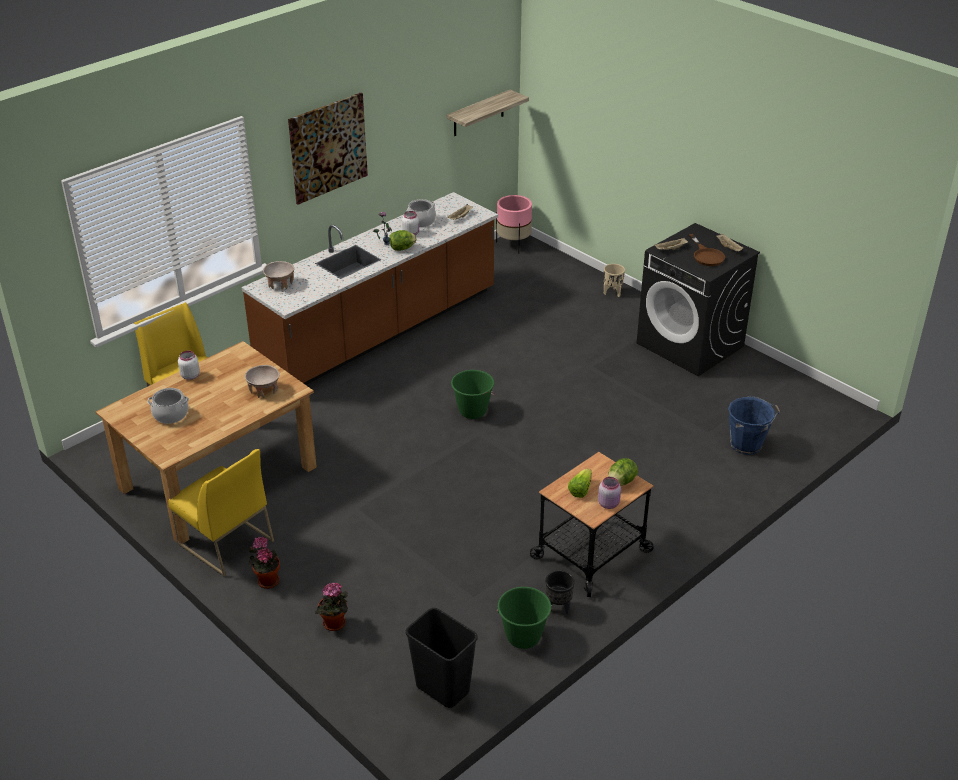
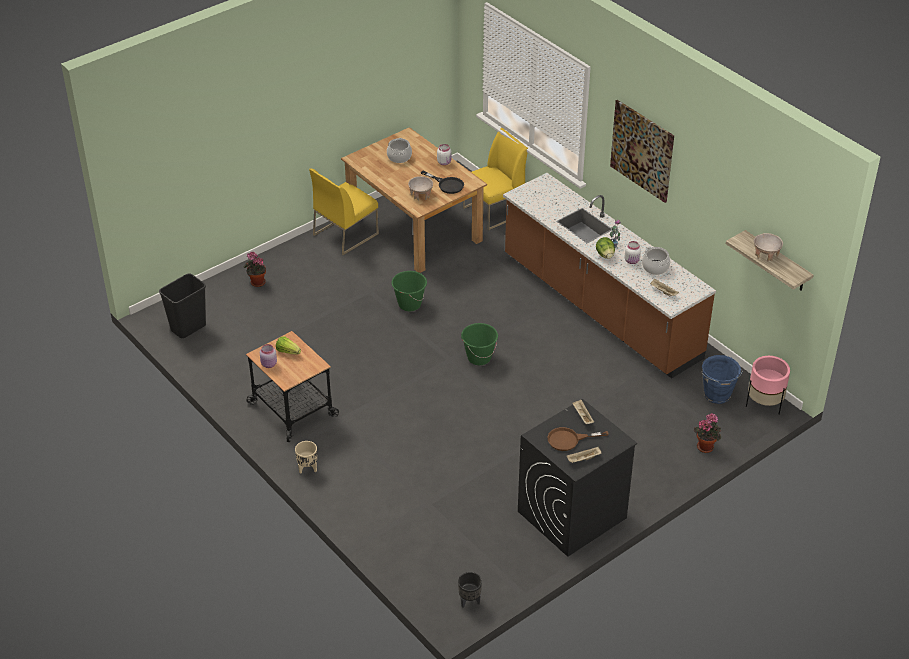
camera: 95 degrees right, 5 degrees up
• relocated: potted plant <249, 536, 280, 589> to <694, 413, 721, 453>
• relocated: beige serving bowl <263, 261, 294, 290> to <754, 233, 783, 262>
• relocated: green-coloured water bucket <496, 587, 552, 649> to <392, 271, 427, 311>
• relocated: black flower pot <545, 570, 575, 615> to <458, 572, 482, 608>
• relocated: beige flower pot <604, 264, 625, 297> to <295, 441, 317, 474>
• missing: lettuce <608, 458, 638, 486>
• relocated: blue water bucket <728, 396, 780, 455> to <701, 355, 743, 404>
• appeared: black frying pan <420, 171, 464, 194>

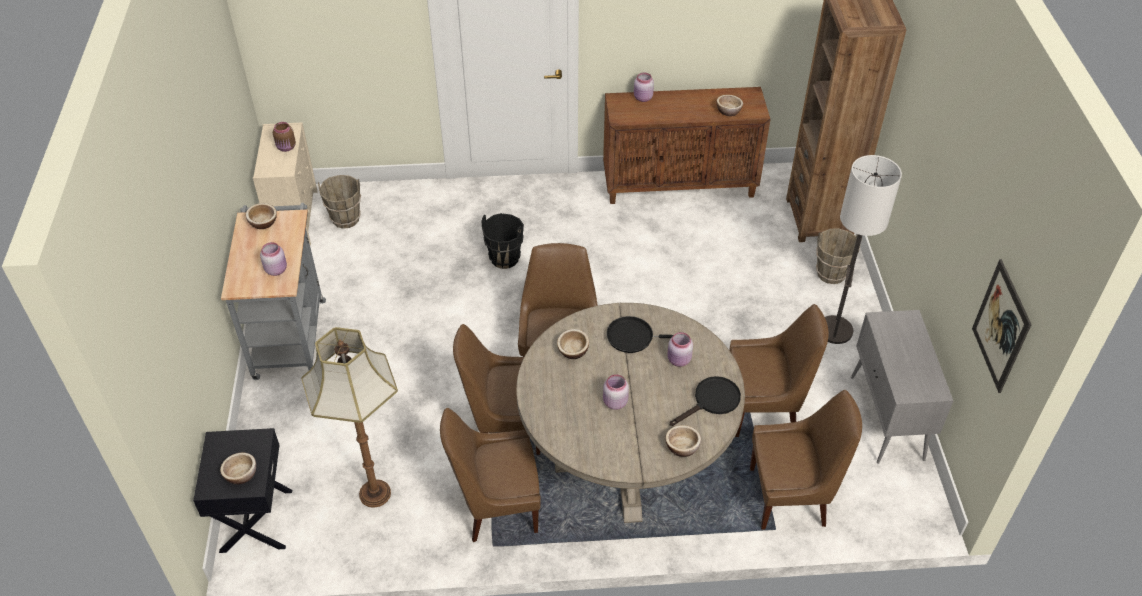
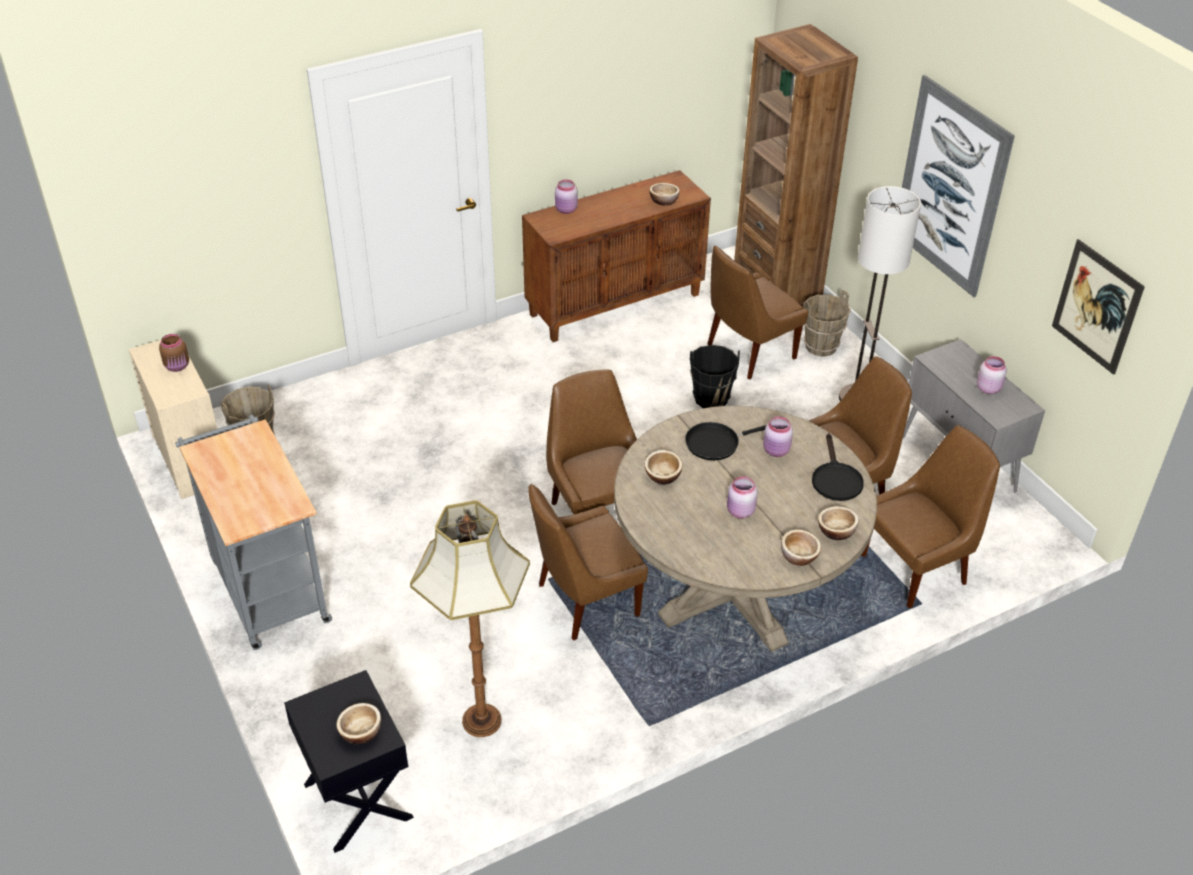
camera: 25 degrees left, 5 degrees down
• relocated: serving bowl <246, 203, 277, 229> to <781, 529, 821, 566>
• relocated: pink storage jar <260, 242, 287, 276> to <977, 356, 1007, 394>
• relocated: brownish upright chair <440, 408, 541, 542> to <708, 245, 809, 379>
• relocated: black water bucket <481, 213, 524, 269> to <690, 345, 740, 408>
• spun: black frying pan <670, 376, 741, 426> = <812, 433, 864, 501> 150 degrees clockwise
• appeared: picture <902, 75, 1015, 297>

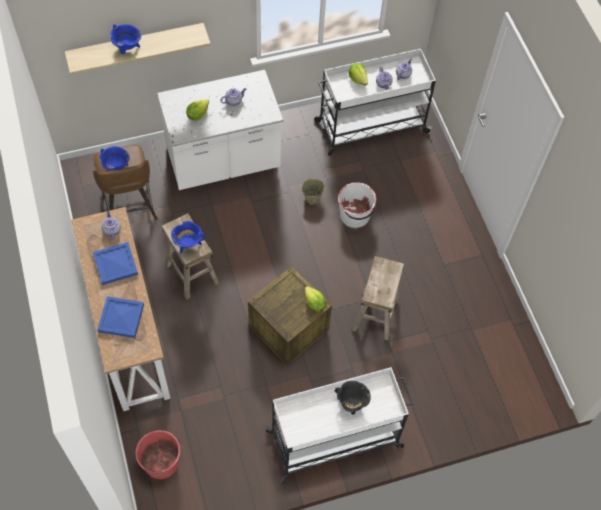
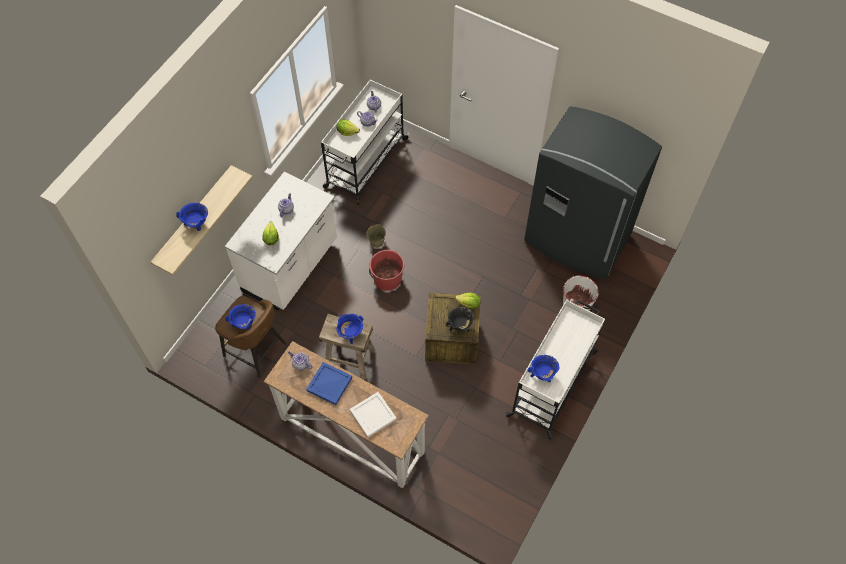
camera: 40 degrees left, 0 degrees up
• colour: blue carrying tray <97, 296, 144, 338> to white-coloured carrying tray <350, 392, 397, 437>
• relocated: red water bucket <134, 430, 182, 479> to <369, 250, 404, 291>
• relocated: black cooking pot <335, 381, 371, 415> to <446, 307, 475, 332>
• relocated: white-coloured water bucket <338, 182, 376, 228> to <563, 275, 598, 311>
• missing: beige stool <352, 256, 404, 340>
• appeared: grey refrigerator <524, 106, 662, 279>
• appeared: blue cooking pot <528, 355, 559, 382>

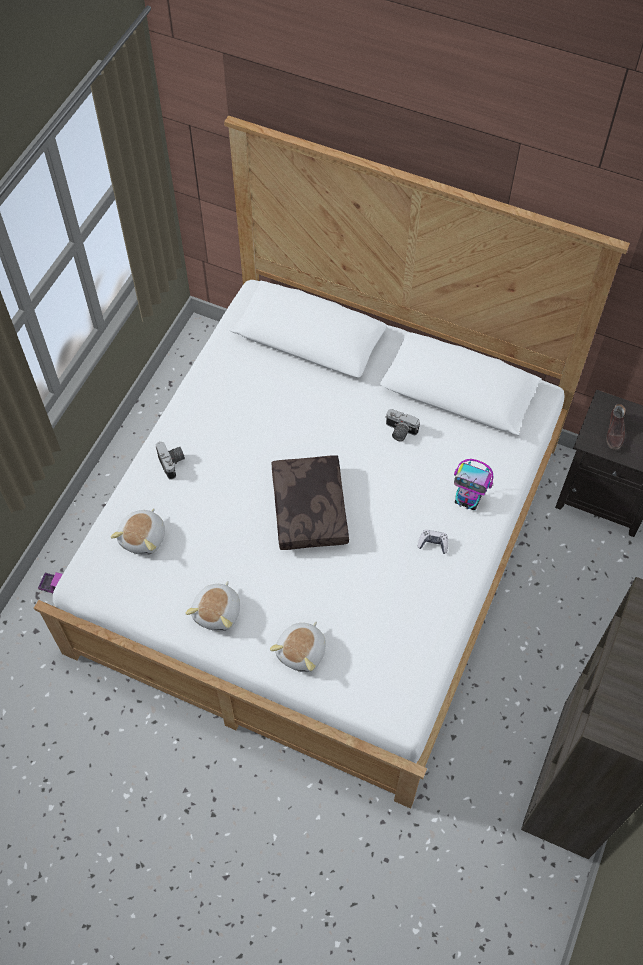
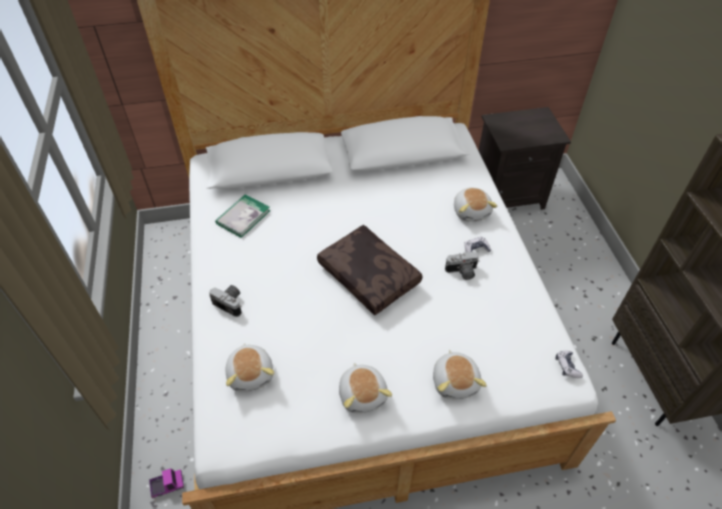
camera: 35 degrees left, 10 degrees down
• relocated: still camera <385, 409, 420, 442> to <445, 251, 479, 280>
• exchanged: model robot <454, 459, 493, 510> to soft toy <454, 188, 498, 222>
• missing: brownish shoe <606, 404, 626, 450>
• appeared: volume <215, 194, 270, 238>
• appeared: joypad <556, 350, 583, 378>

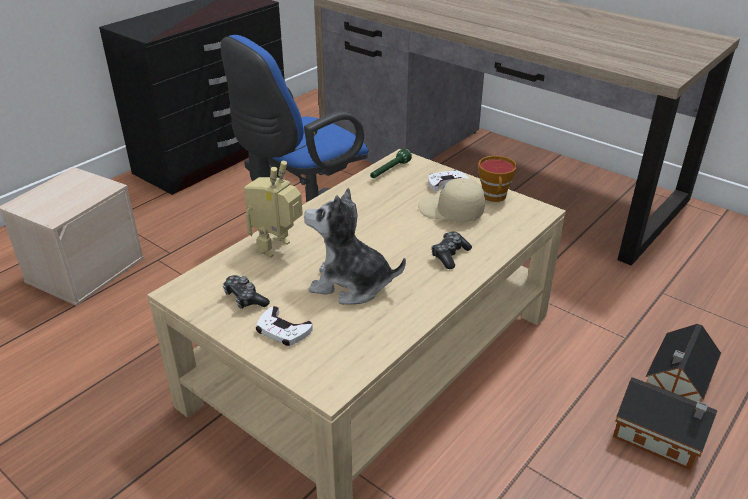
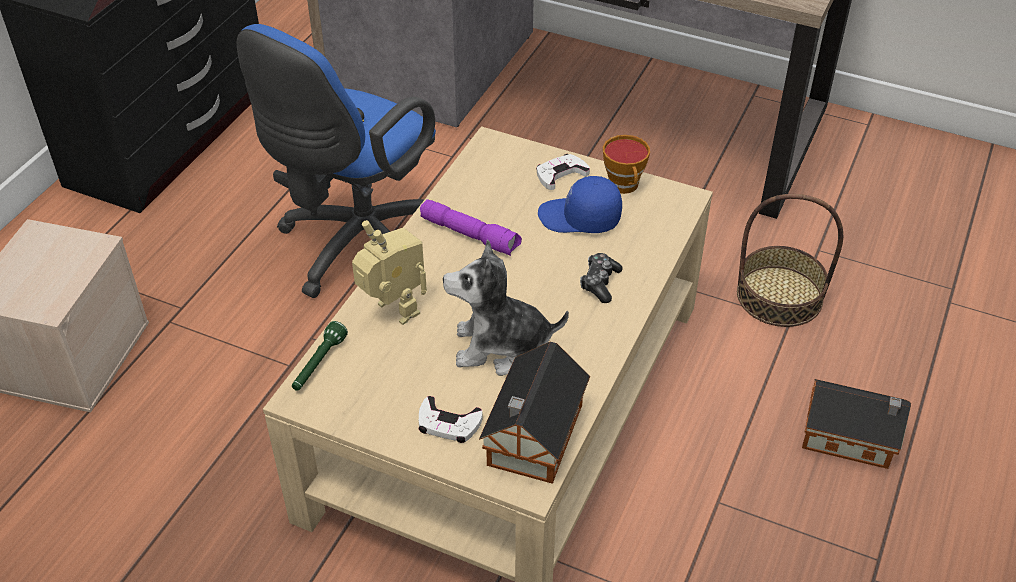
camera: 15 degrees left, 10 degrees up
• missing: joypad <223, 275, 270, 309>
• spun: model robot <244, 161, 303, 258> = <352, 220, 427, 325> 120 degrees clockwise
• relocated: green-coloured flashlight <370, 149, 412, 178> to <292, 321, 348, 391>
• colour: beige cap <418, 178, 485, 222> to blue cap <538, 176, 622, 233>
• relocated: miniature house <645, 324, 721, 402> to <479, 342, 590, 484>
• appeared: purple-coloured flashlight <420, 199, 522, 256>
• appeared: storage basket <737, 194, 843, 327>

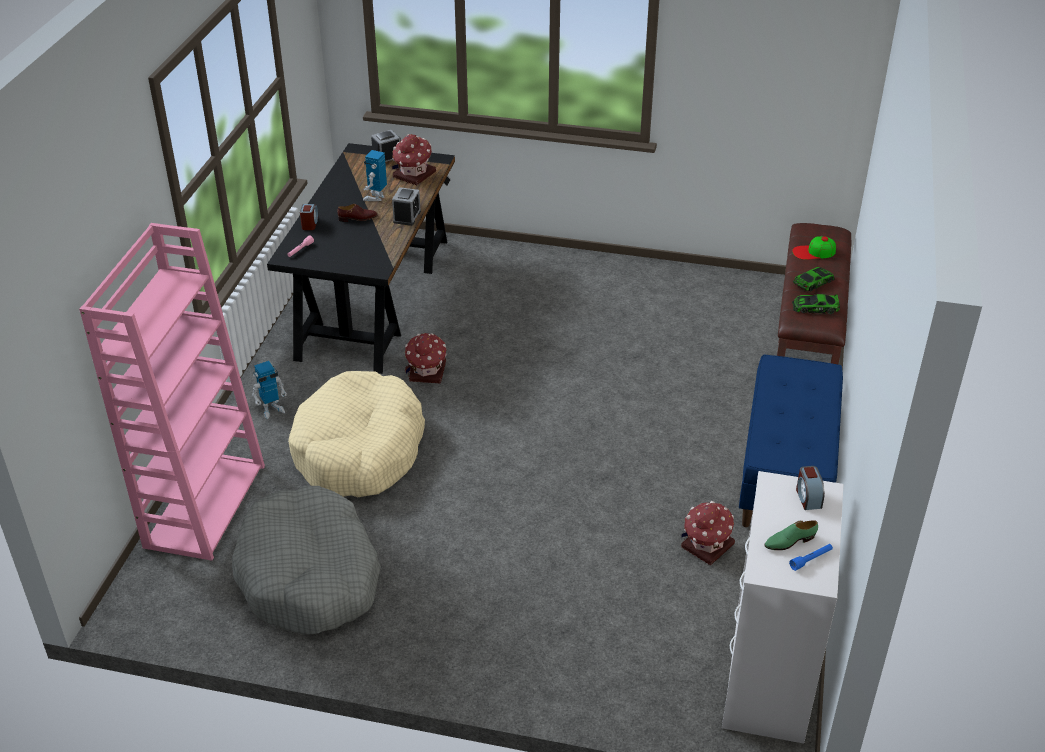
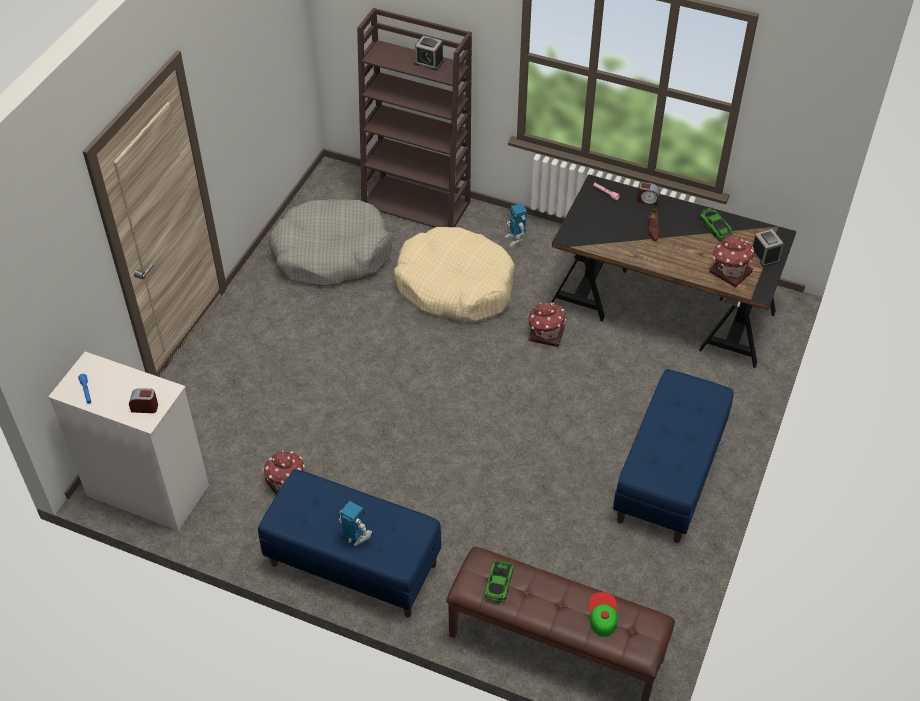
camera: 100 degrees right, 10 degrees up
• colour: pink bookshelf <79, 223, 265, 561> to brownish bookshelf <357, 8, 472, 228>
• relocated: model robot <363, 150, 387, 201> to <339, 501, 372, 546>
• relocated: table clock <392, 187, 421, 226> to <414, 36, 444, 70>
• missing: green-coloured shoe <764, 520, 818, 550>
• relocated: miniature car <793, 267, 835, 292> to <699, 207, 733, 241>
• appeared: blue long seat <613, 369, 734, 543>

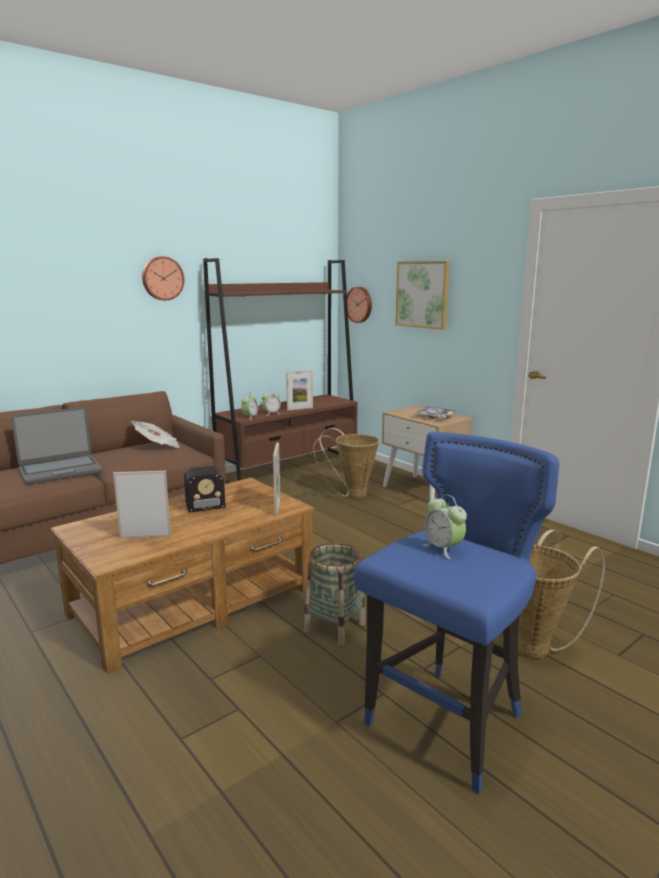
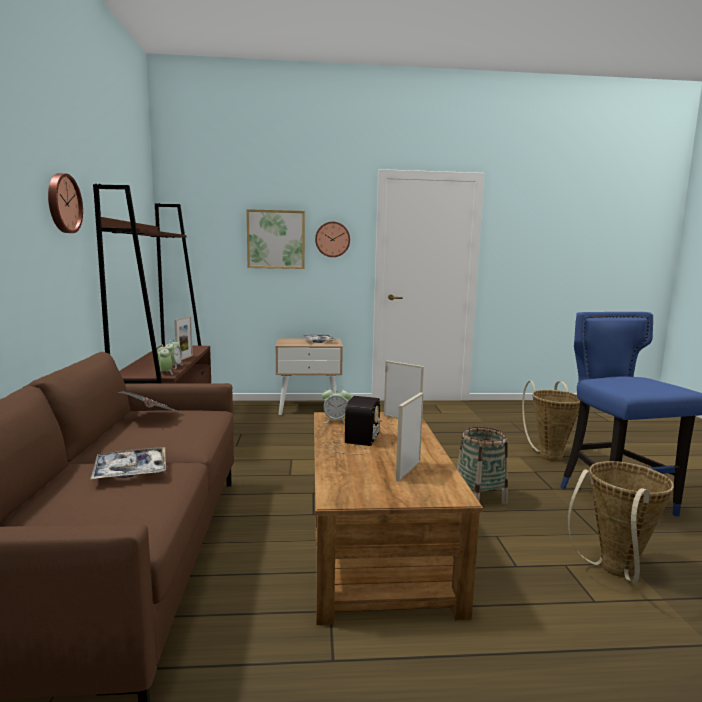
camera: 55 degrees left, 5 degrees down
• exchanged: notebook computer <11, 407, 103, 485> to carrying tray <90, 447, 166, 480>
• relocated: storage basket <313, 428, 379, 499> to <568, 461, 674, 582>
• relocated: hanging clock <347, 287, 372, 323> to <315, 222, 350, 257>
• relocated: table clock <423, 494, 467, 559> to <322, 385, 352, 424>

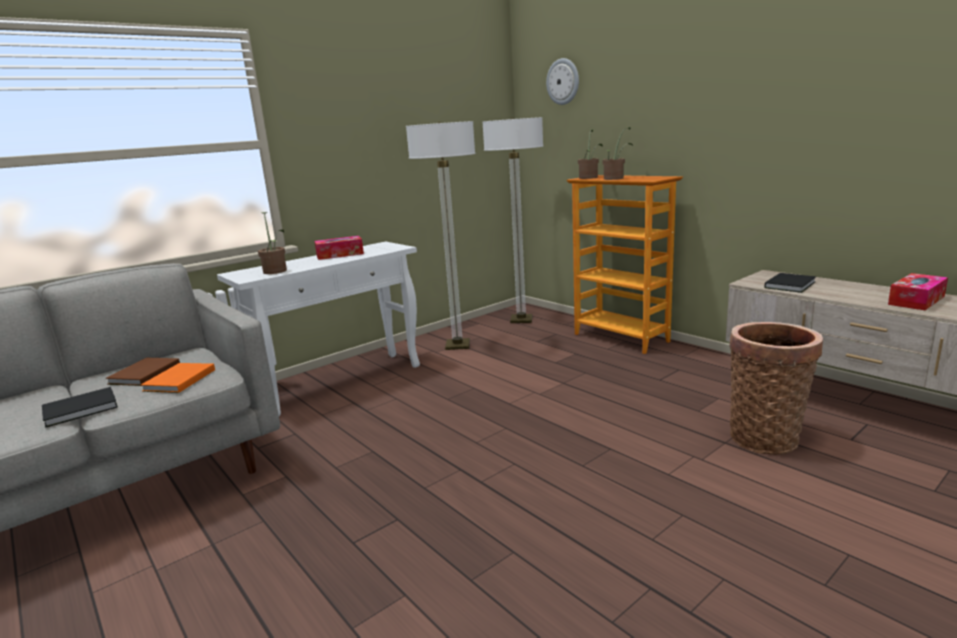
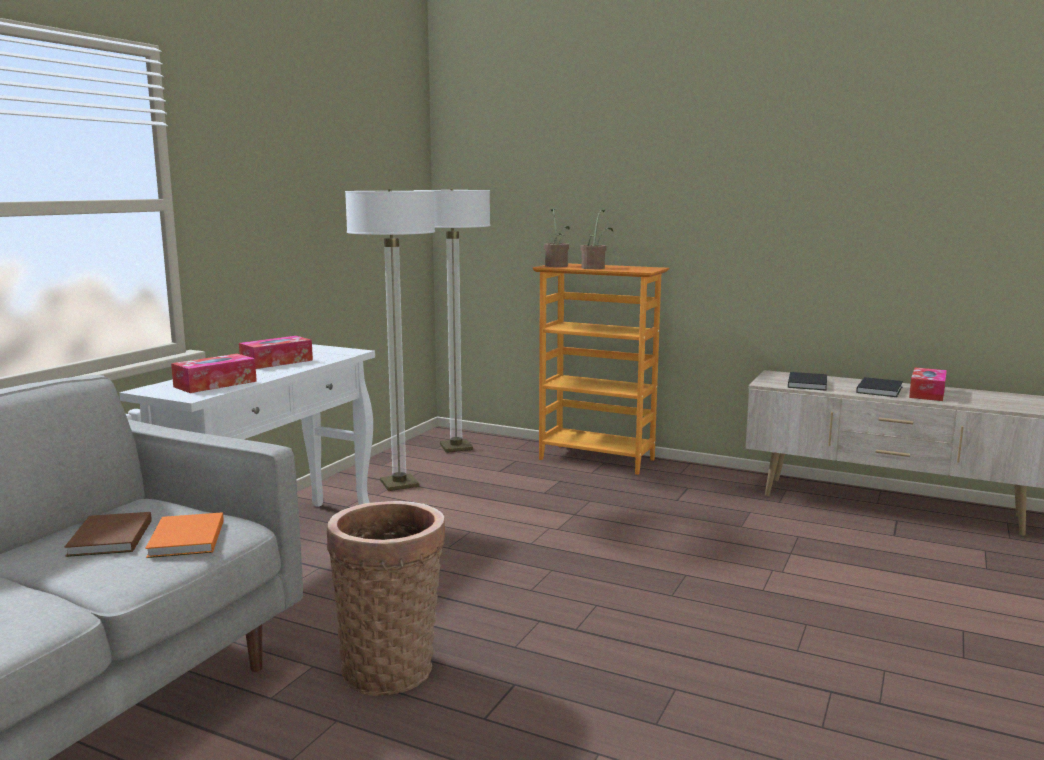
camera: 25 degrees left, 5 degrees down
• relocated: black volume <42, 387, 118, 428> to <856, 377, 903, 397>
• exchanged: potted plant <258, 212, 287, 274> to tissue holder <171, 354, 257, 393>
• missing: hanging clock <546, 58, 579, 105>
• relocated: storage basket <729, 322, 823, 455> to <327, 501, 445, 696>

